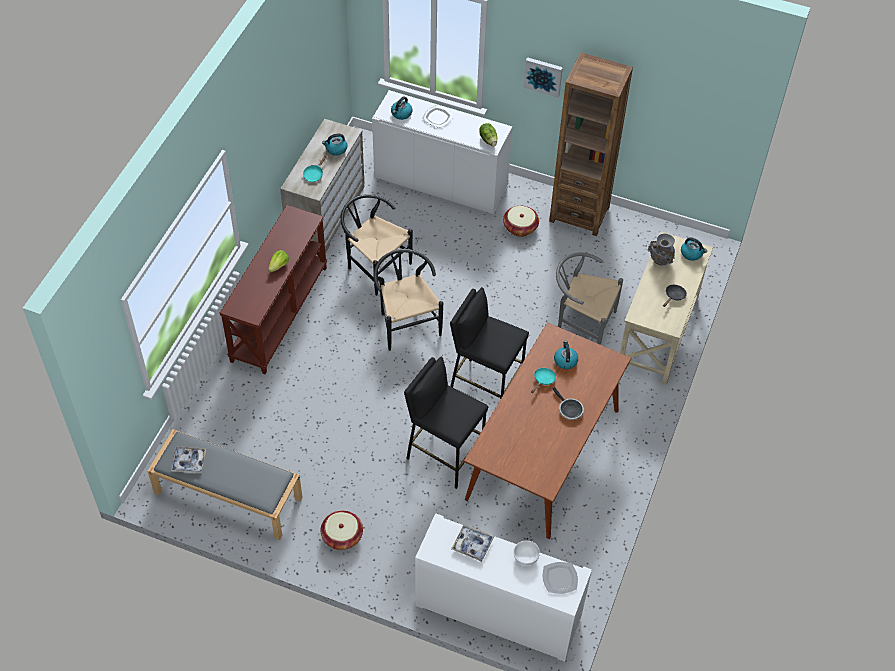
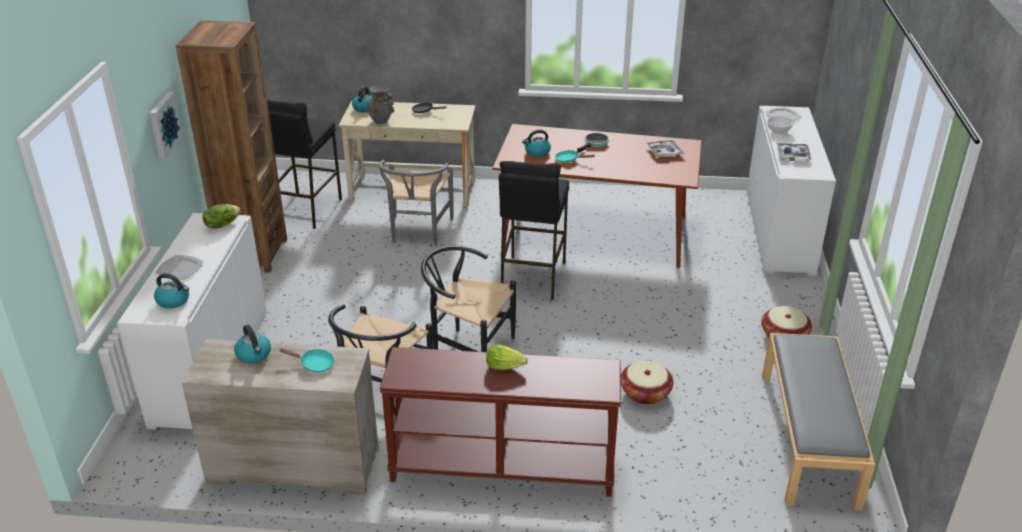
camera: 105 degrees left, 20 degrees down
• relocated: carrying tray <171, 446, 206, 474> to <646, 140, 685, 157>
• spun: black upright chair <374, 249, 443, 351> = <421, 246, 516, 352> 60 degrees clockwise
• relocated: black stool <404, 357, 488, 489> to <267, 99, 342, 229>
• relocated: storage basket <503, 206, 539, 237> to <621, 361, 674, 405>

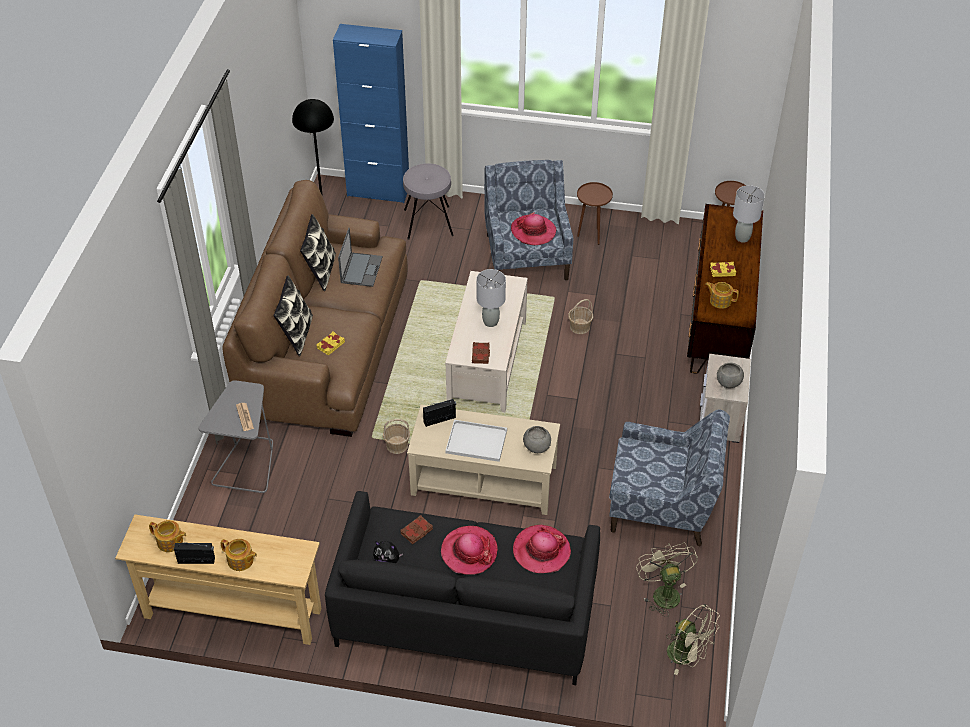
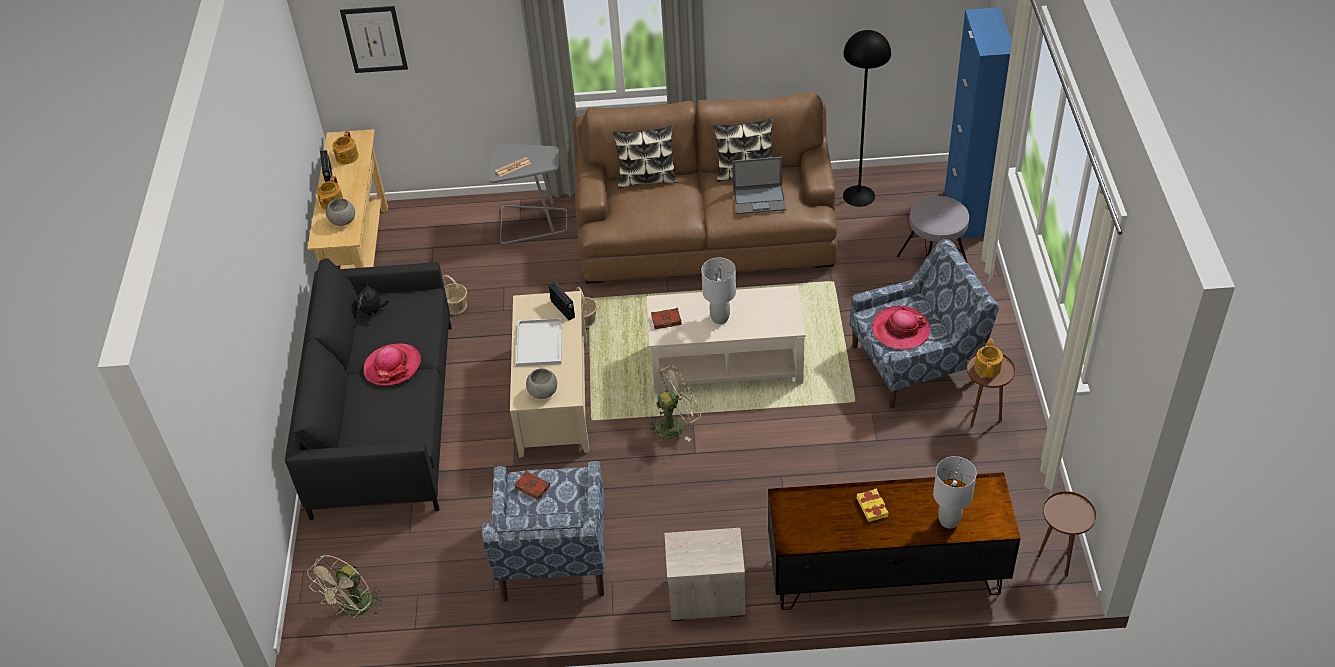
camera: 80 degrees right, 0 degrees up
• missing: yellowish volume <316, 331, 345, 356>
• relocated: brownish volume <401, 515, 433, 544> to <514, 471, 550, 500>
• missing: clothing hat <513, 525, 571, 573>
• relocated: storage basket <568, 299, 593, 334> to <442, 275, 467, 315>
• relocated: beige fan <636, 542, 698, 617> to <646, 365, 701, 441>
• relocated: pot for tea <705, 282, 739, 309> to <974, 338, 1003, 378>
• relocated: grey serving bowl <717, 363, 744, 388> to <326, 198, 355, 226>
• appeared: picture <340, 6, 408, 73>

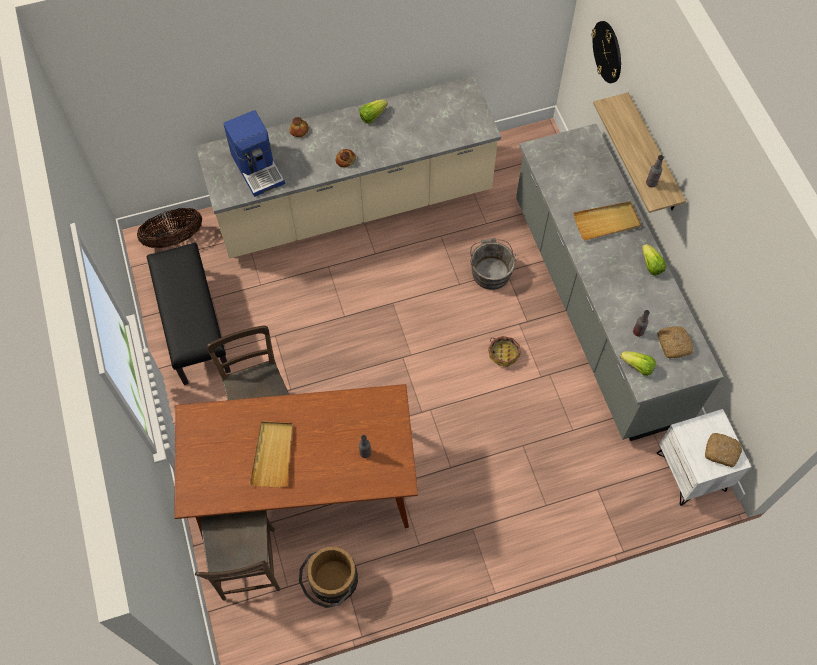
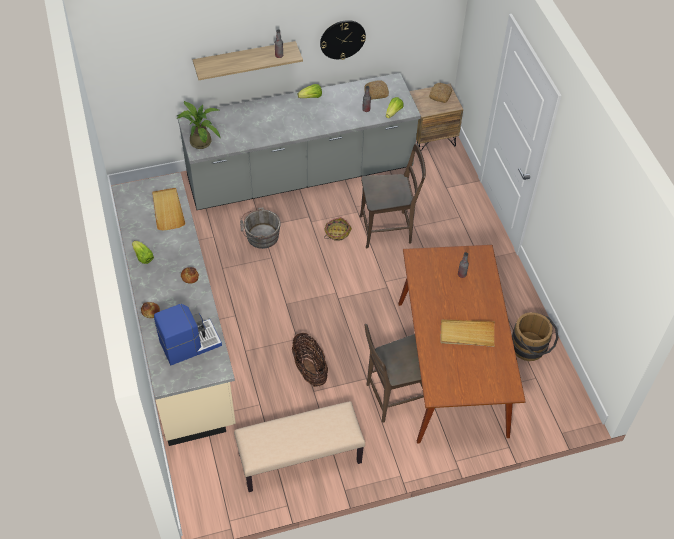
camera: 90 degrees left, 10 degrees down
• relocated: storage basket <137, 208, 202, 248> to <292, 333, 328, 387>
• colour: black long seat <147, 243, 231, 385> to beige long seat <234, 401, 365, 492>
• relocated: brownish upright chair <195, 510, 280, 600> to <359, 144, 426, 248>
• relocated: beige carrying tray <573, 201, 641, 240> to <152, 188, 186, 230>
• relocated: hanging clock <591, 21, 621, 83> to <320, 20, 366, 60>
• colour: white-coloured night table <657, 409, 751, 506> to brownish night table <409, 84, 463, 151>
• appeared: potted plant <177, 101, 221, 149>

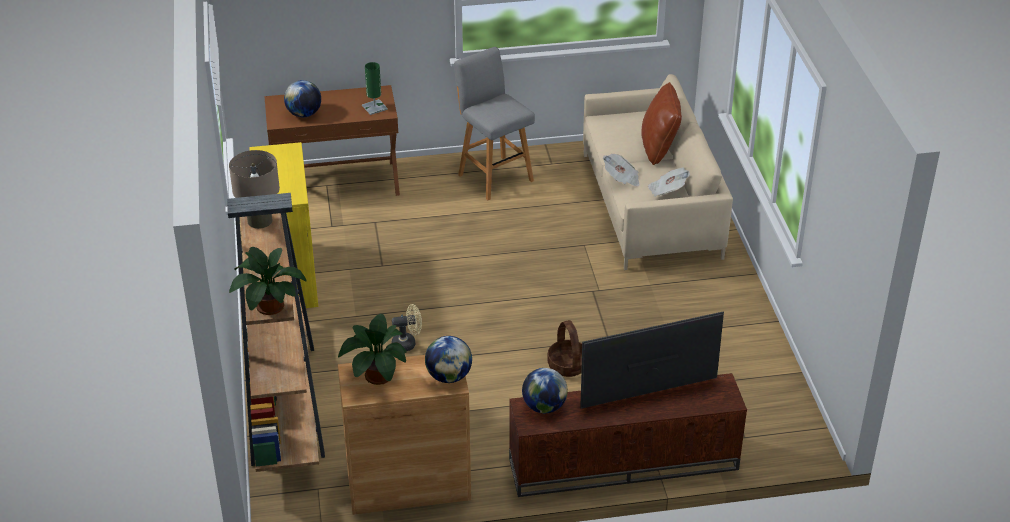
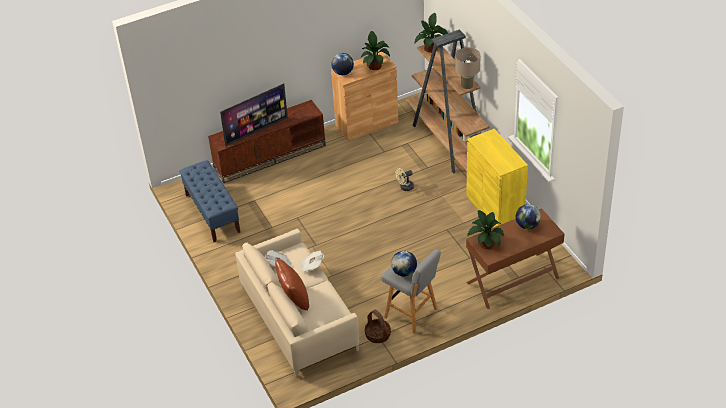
camera: 165 degrees right, 5 degrees up
• exchanged: green-coloured tabletop lamp <362, 62, 388, 115> to potted plant <467, 210, 504, 249>
• relocated: desk globe <522, 368, 568, 413> to <391, 251, 417, 277>
• relocated: storage basket <547, 320, 582, 377> to <365, 310, 391, 343>
• appeared: blue long seat <179, 160, 240, 242>

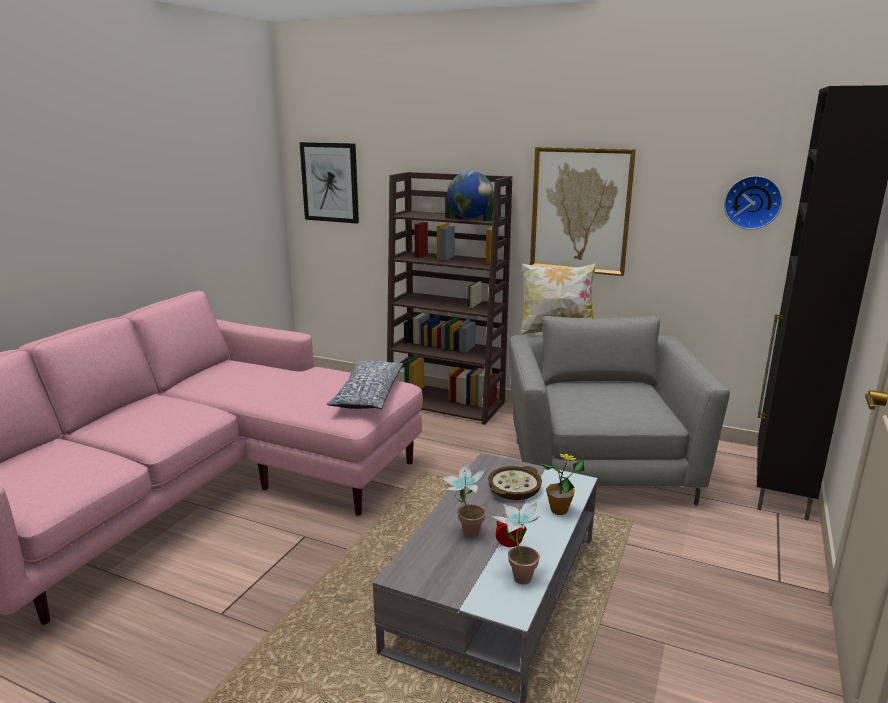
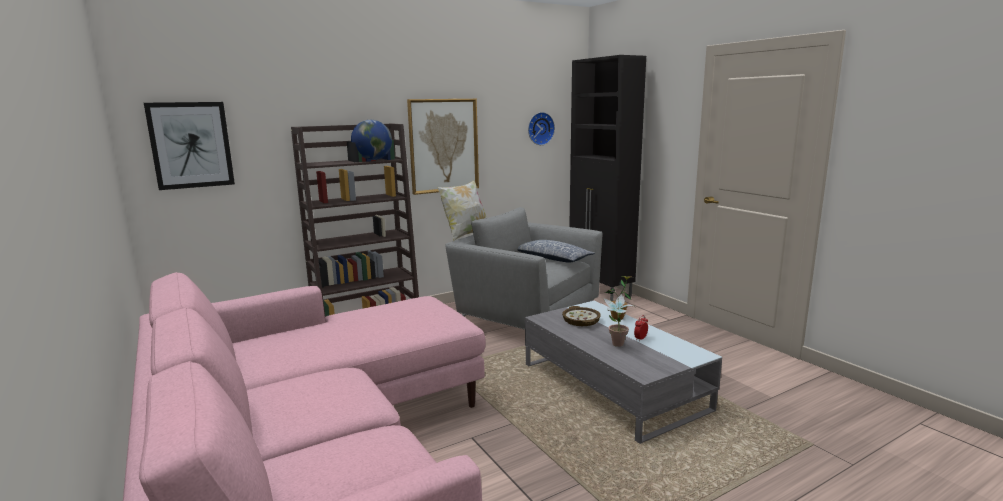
camera: 55 degrees left, 5 degrees down
• relocated: cushion <327, 361, 403, 409> to <517, 240, 595, 262>
• missing: potted plant <491, 502, 540, 585>

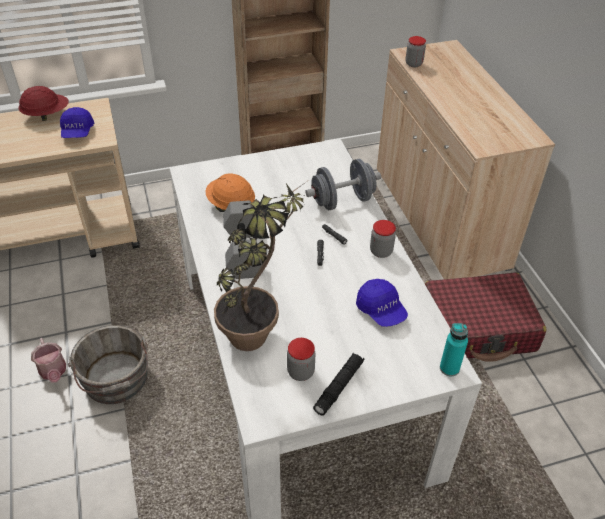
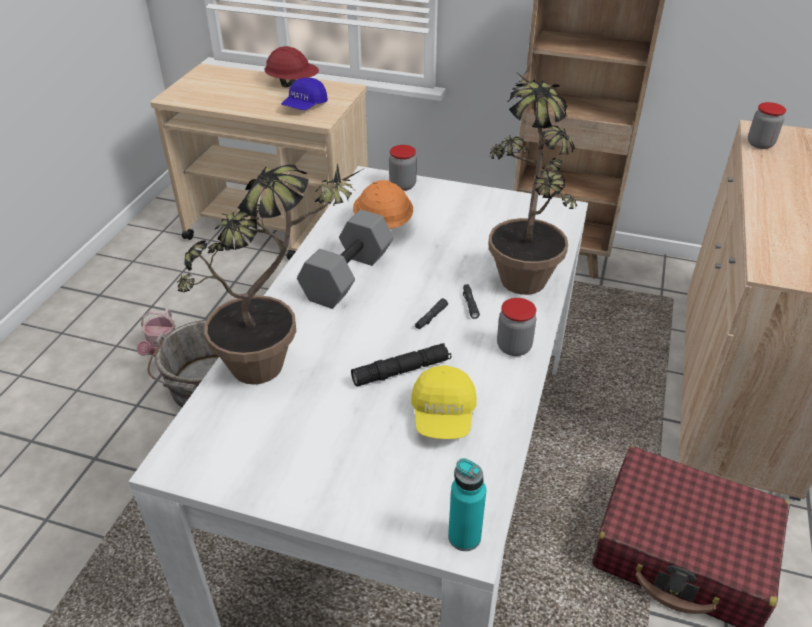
camera: 35 degrees right, 5 degrees down
• relocated: storage jar <287, 338, 316, 381> to <389, 145, 417, 191>
• exchanged: grey hand weight <305, 159, 381, 210> to potted plant <489, 61, 577, 295>
• relocated: black flashlight <313, 353, 365, 416> to <351, 343, 451, 387>
• colour: blue cap <356, 279, 408, 327> to yellowish cap <411, 365, 477, 439>

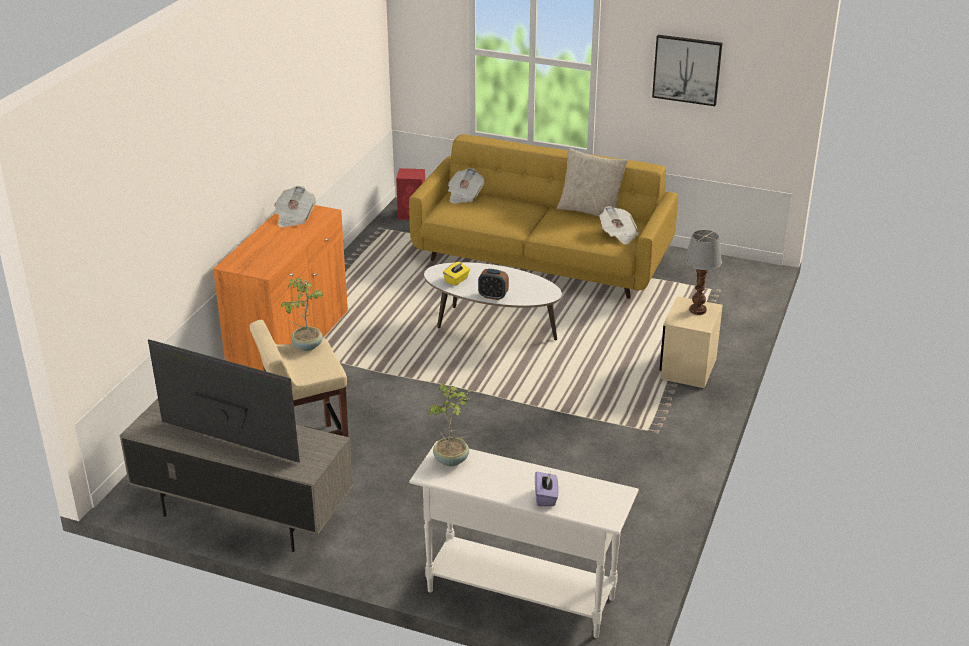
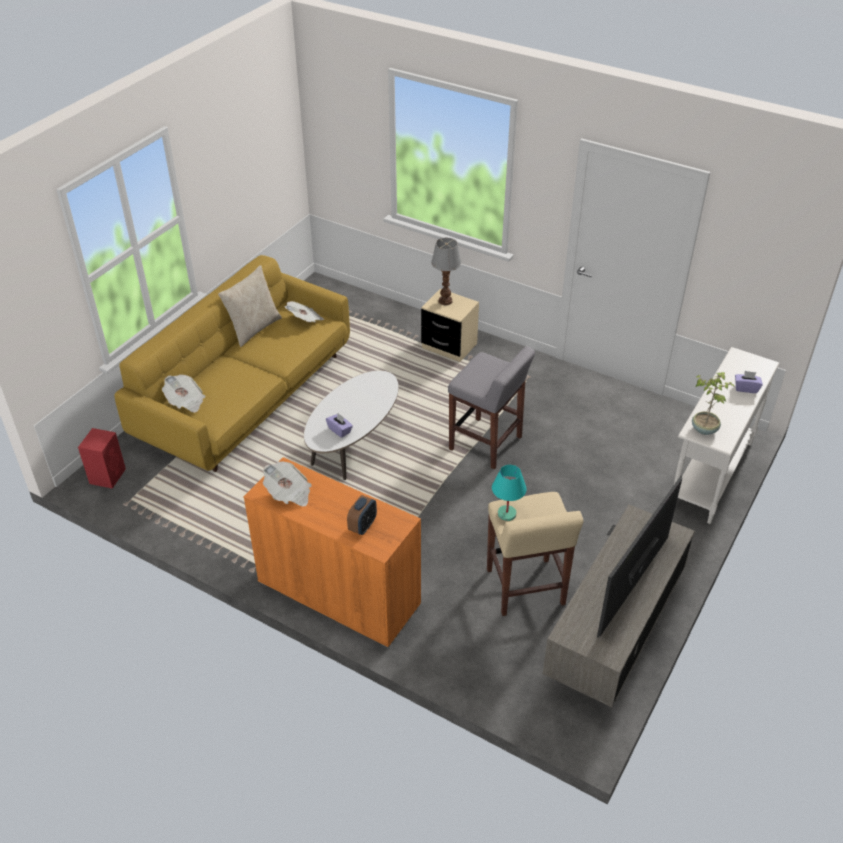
camera: 80 degrees left, 10 degrees up
• exchanged: potted plant <281, 278, 324, 351> to turquoise-coloured tabletop lamp <492, 465, 527, 521>
• colour: yellowish tissue holder <443, 262, 470, 286> to purple-coloured tissue holder <326, 413, 353, 438>
• relocated: table clock <478, 269, 509, 300> to <347, 495, 377, 535>
• missing: picture <652, 35, 722, 106>
• appeared: grey stool <448, 346, 535, 470>

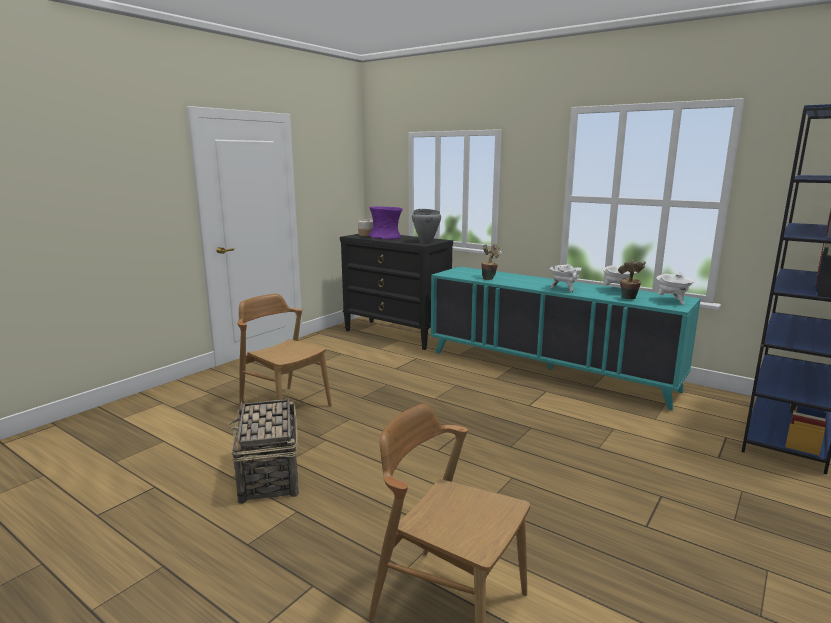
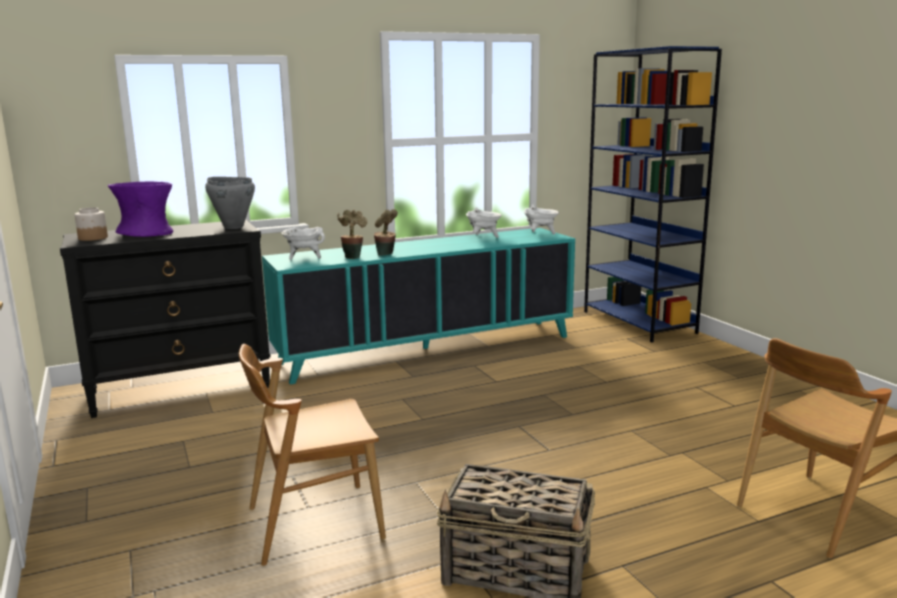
camera: 60 degrees left, 0 degrees up
• relocated: white-coloured cooking pot <549, 264, 582, 293> to <281, 227, 325, 260>
• relocated: potted plant <618, 260, 646, 299> to <374, 209, 398, 256>

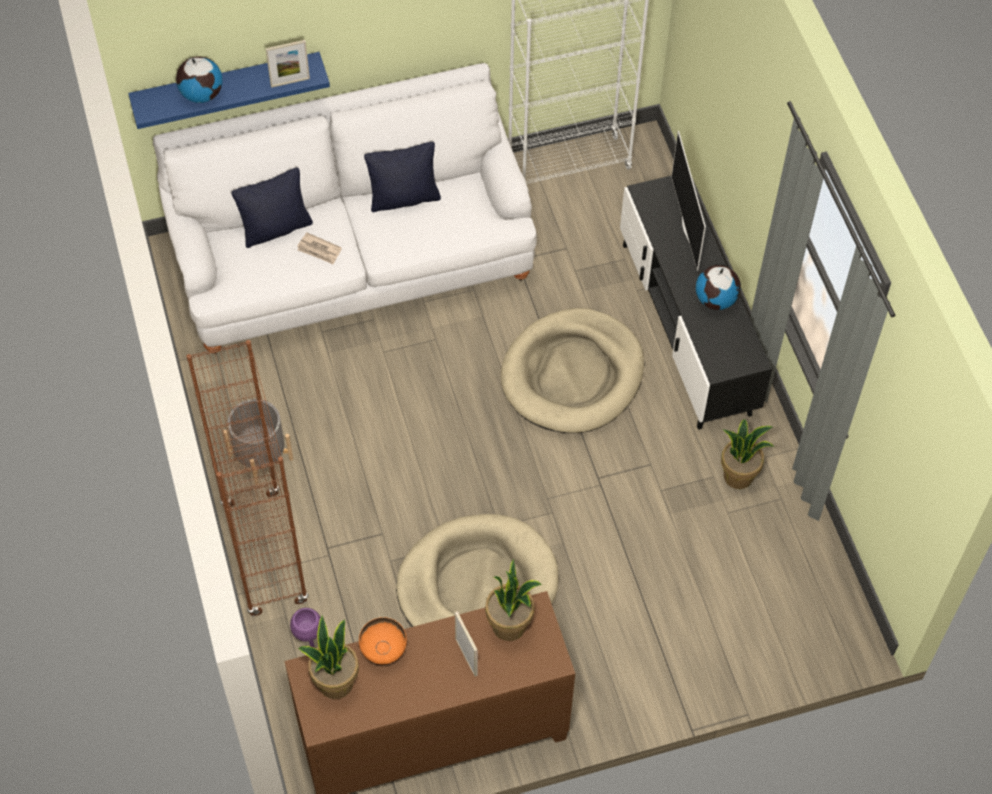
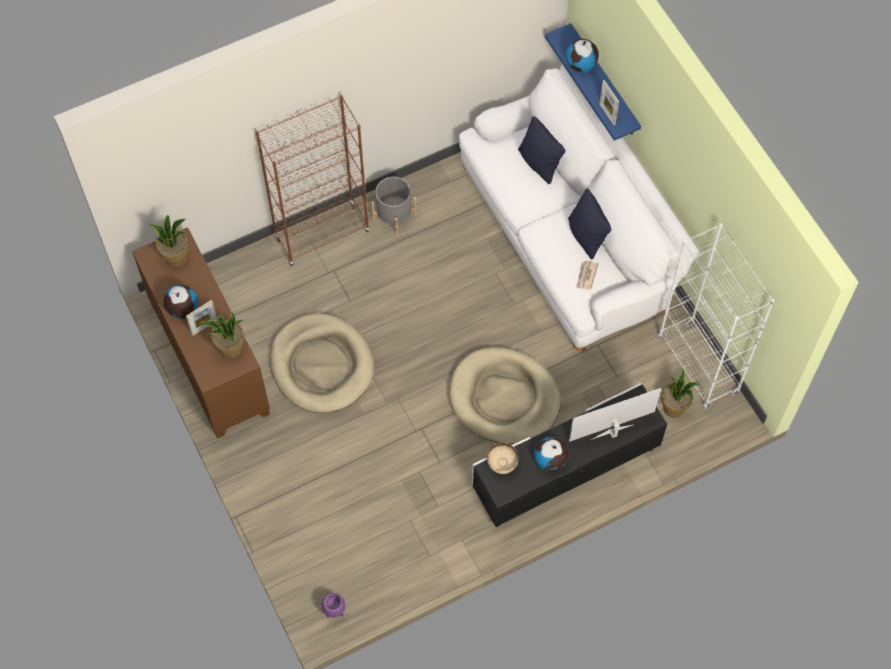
camera: 80 degrees right, 5 degrees up
• relocated: purple-coloured flower pot <290, 608, 321, 648> to <322, 593, 345, 618>
• relocated: daily paper <297, 233, 342, 265> to <576, 261, 599, 290>
• missing: orange serving bowl <359, 617, 407, 664>
• relocated: potted plant <721, 419, 775, 489> to <661, 368, 700, 418>
• appeared: desk globe <164, 285, 198, 319>
• appeared: beige serving bowl <487, 443, 519, 474>

